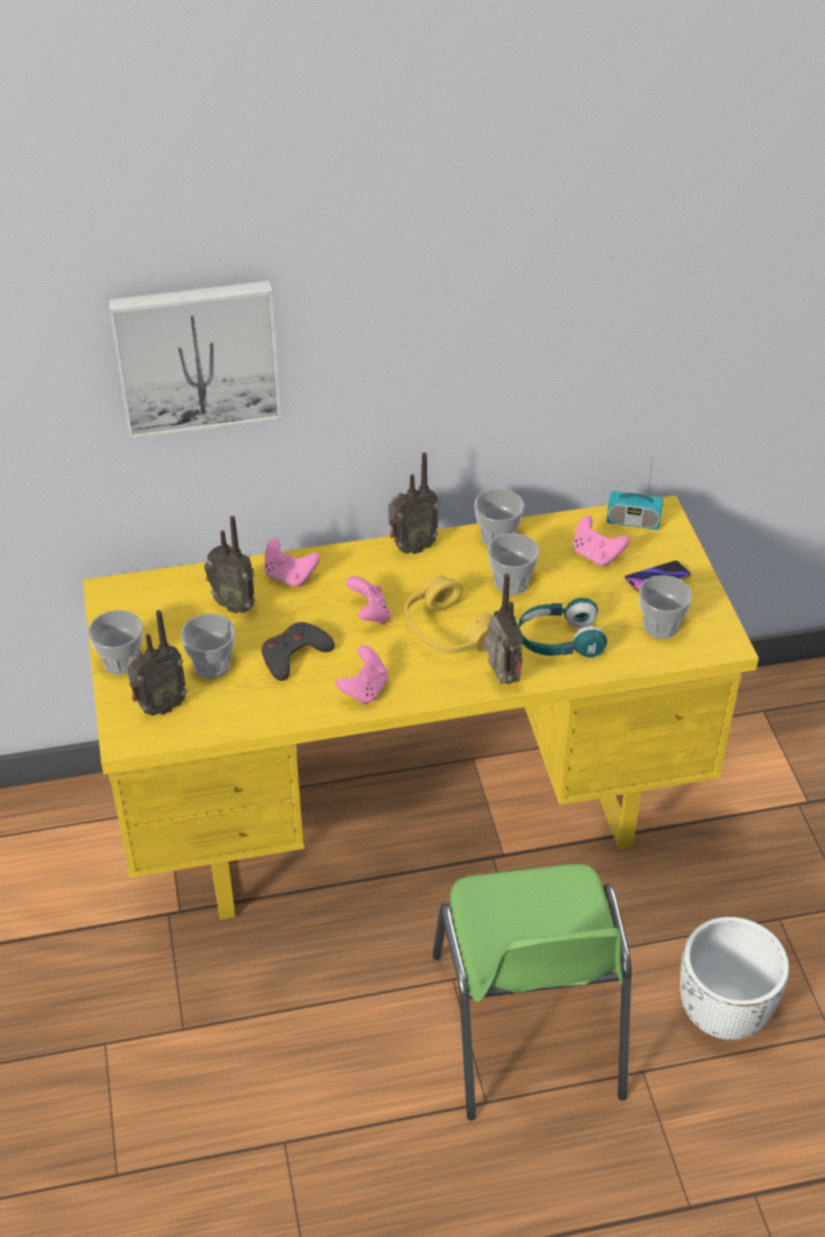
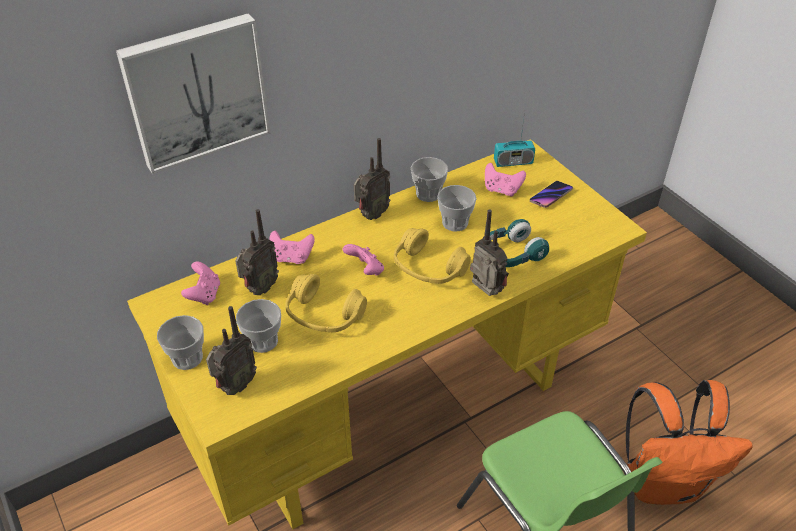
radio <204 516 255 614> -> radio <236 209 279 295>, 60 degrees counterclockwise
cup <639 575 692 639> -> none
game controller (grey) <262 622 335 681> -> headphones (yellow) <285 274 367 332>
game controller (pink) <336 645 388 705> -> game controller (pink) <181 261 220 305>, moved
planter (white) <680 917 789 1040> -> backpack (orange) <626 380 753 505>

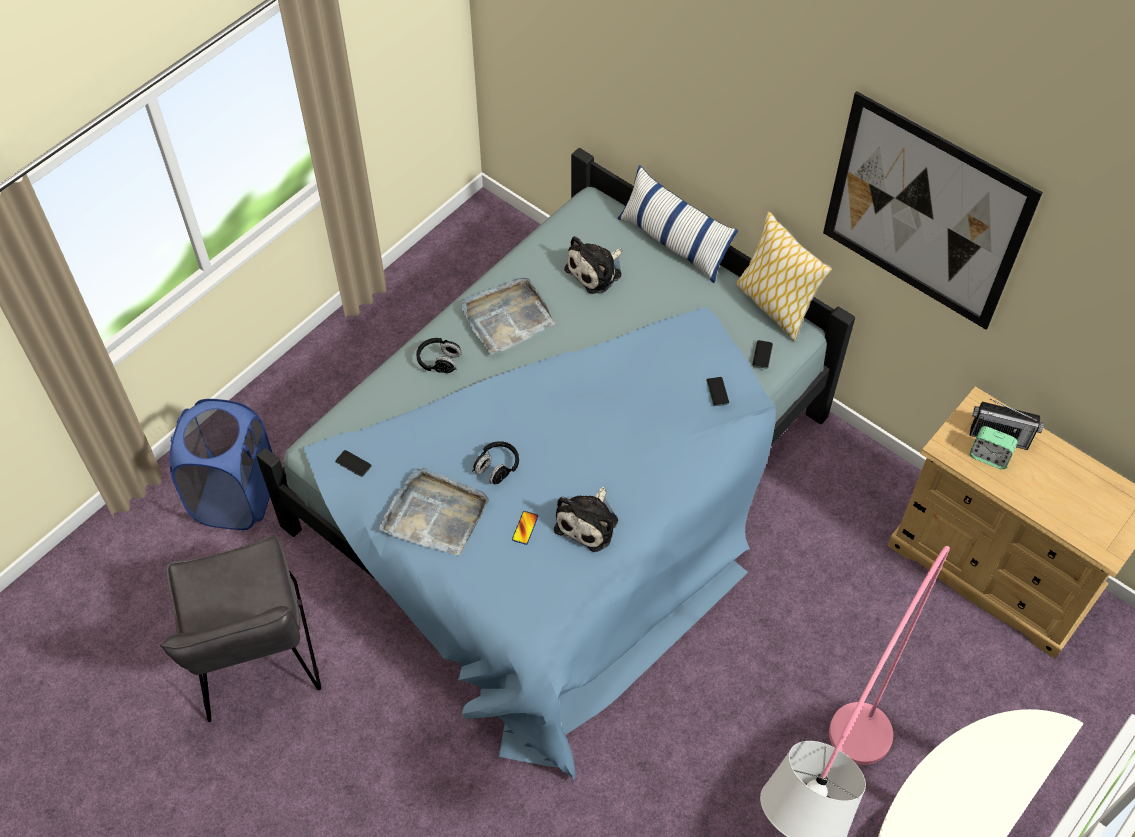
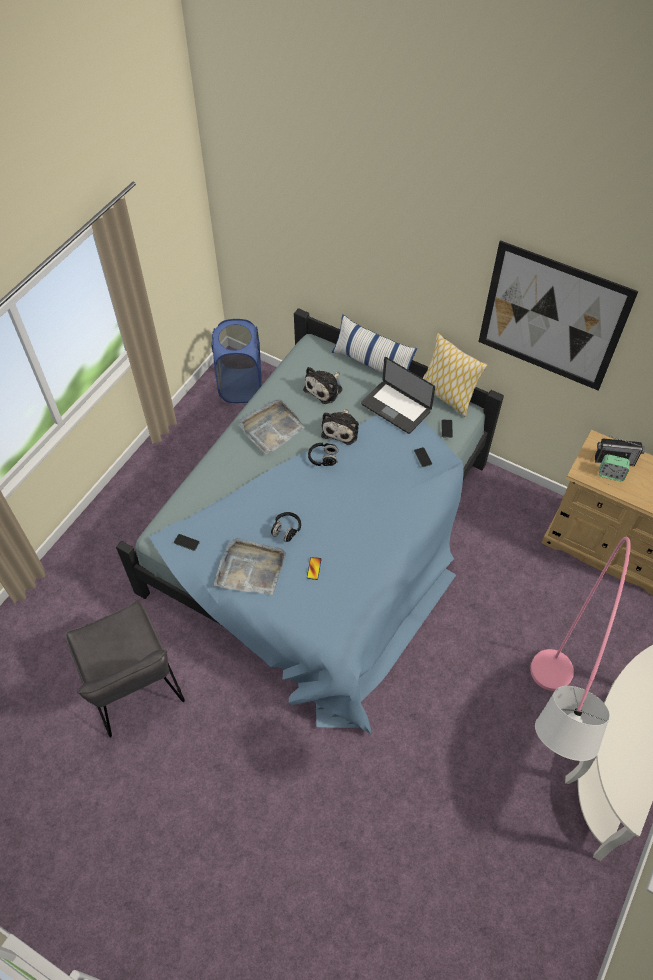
headphones (black) <416 338 462 373> -> headphones (black) <308 442 339 466>, moved
laundry basket (blue) <169 399 272 530> -> laundry basket (blue) <211 319 261 403>, moved
plush toy <554 487 618 552> -> plush toy <321 408 359 445>, moved
none -> laptop <361 357 435 434>

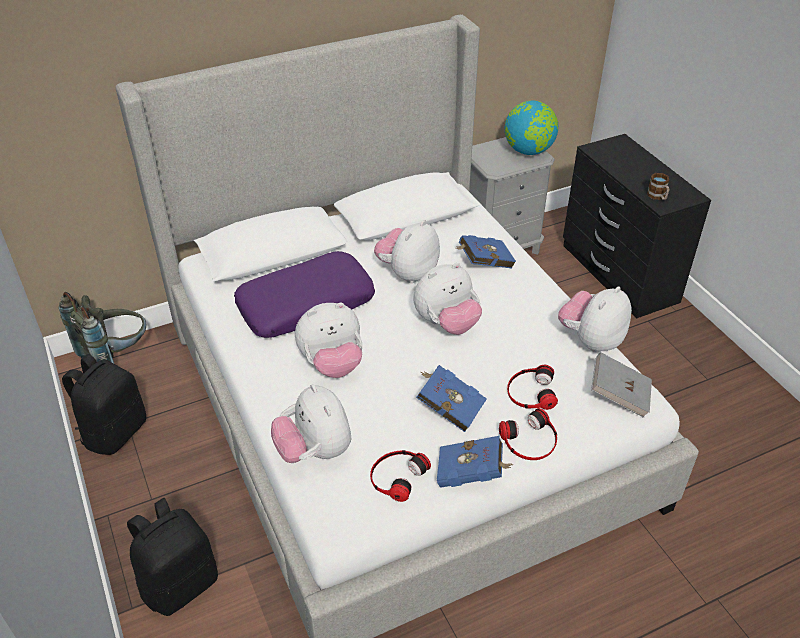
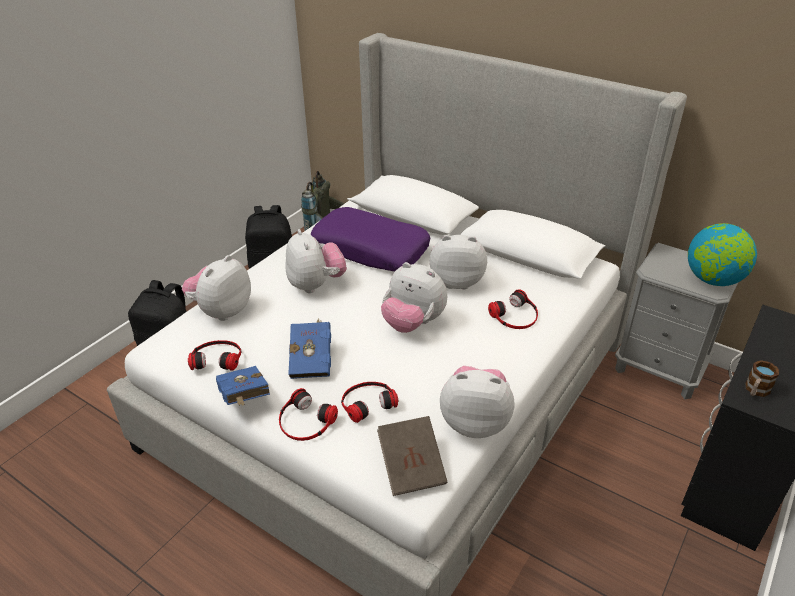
book (blue) <457 235 516 268> -> headphones <488 289 538 329>
plush toy <295 303 362 378> -> plush toy <286 229 347 293>, 150 degrees counterclockwise
book (grey) <591 352 652 418> -> book (brown) <377 416 448 496>

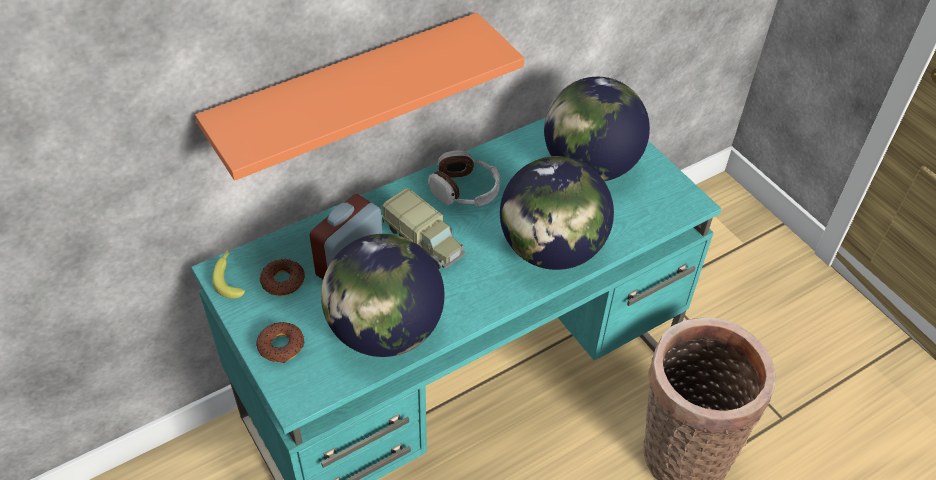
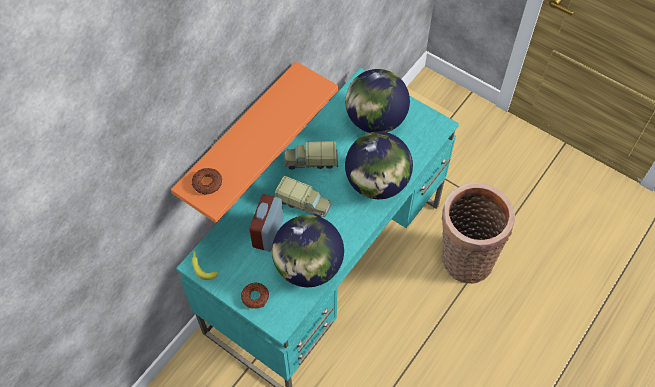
headphones <428 150 500 206> -> toy truck <284 141 338 170>
donut <260 259 305 296> -> donut <192 168 222 195>, moved

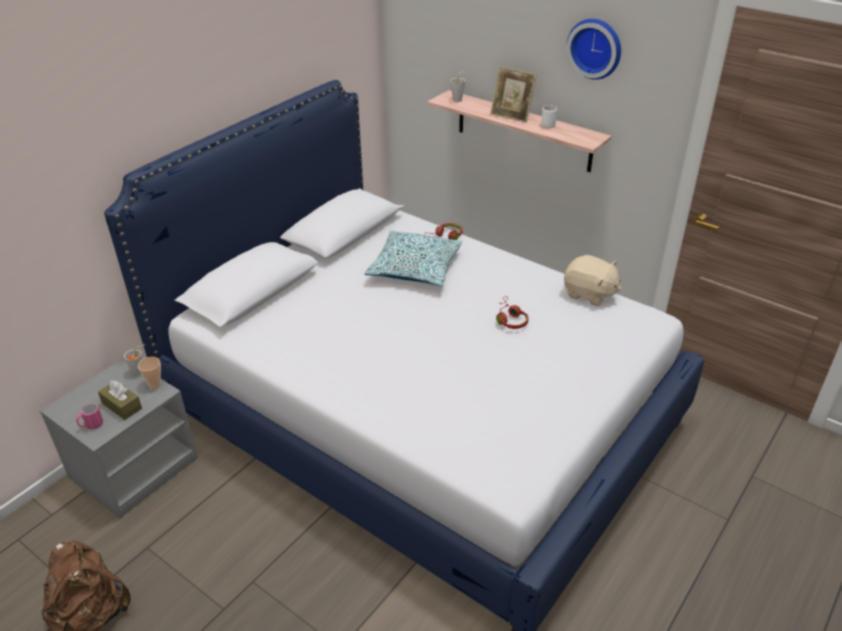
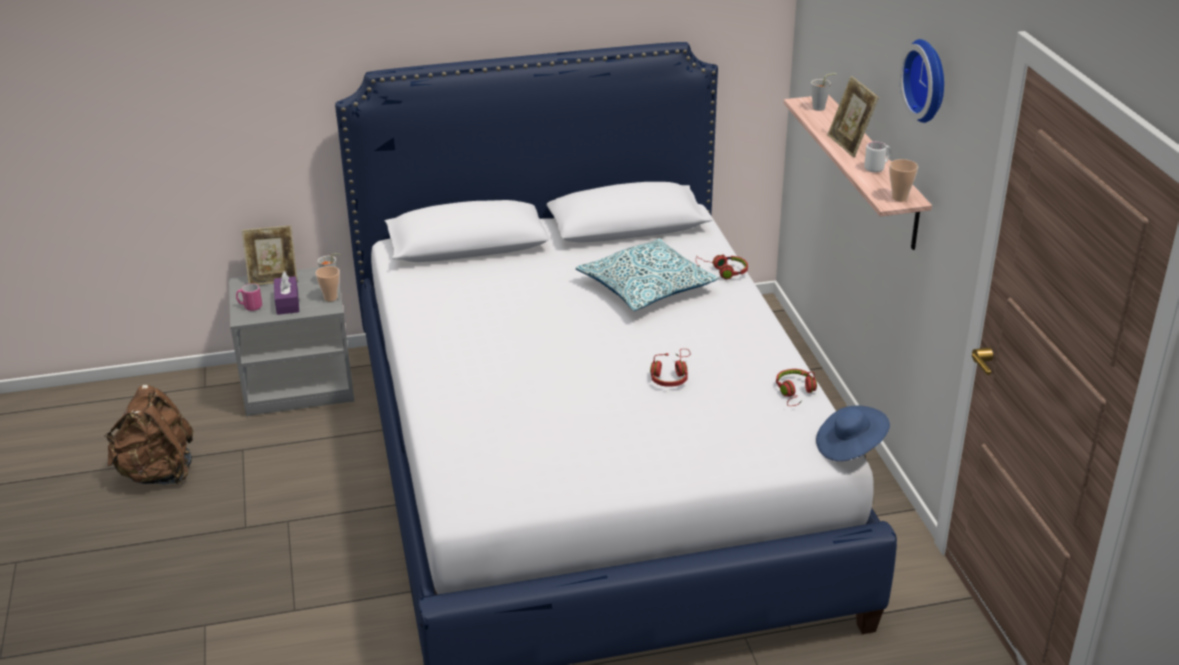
plush toy (beige) <564 255 622 306> -> headphones (red) <776 369 817 406>
tissue box (brown) <98 380 142 420> -> tissue box (purple) <274 271 299 315>
none -> cup <889 159 918 202>
none -> picture frame <242 226 298 285>
none -> hat (blue) <816 406 890 461>

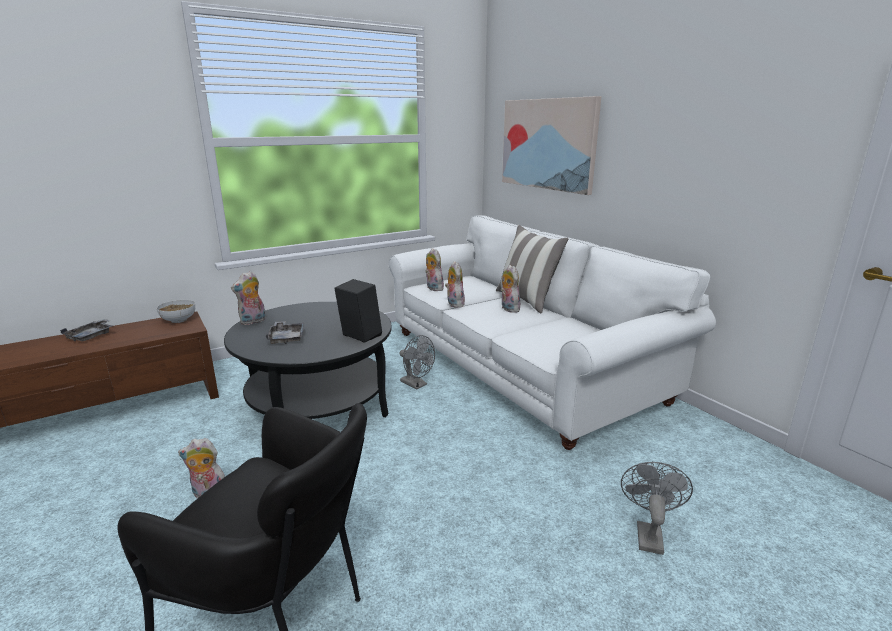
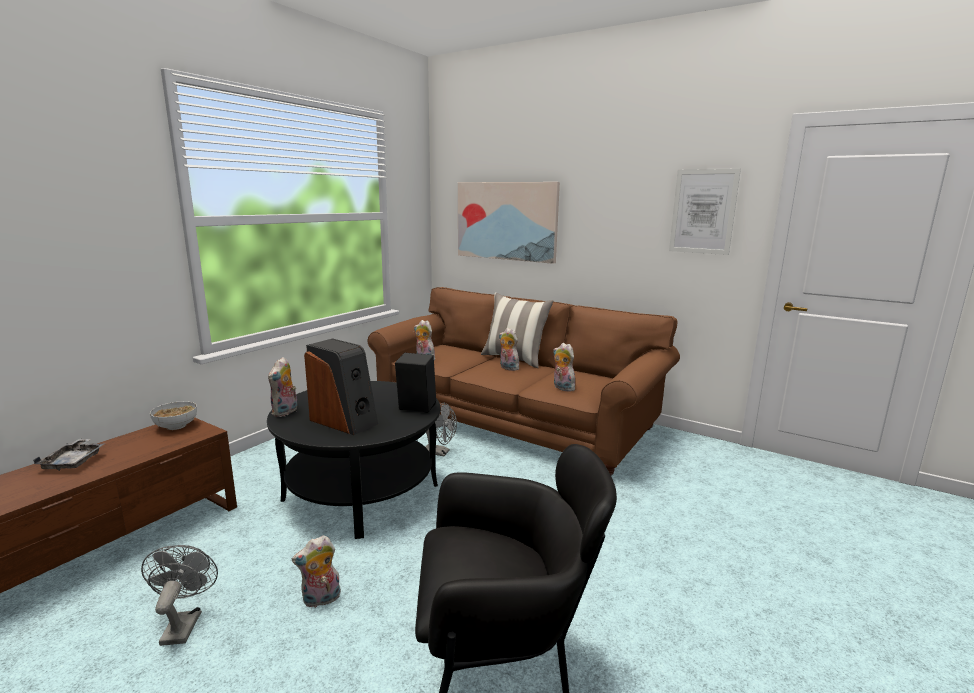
sofa (white) <389 215 716 450> -> sofa (brown) <368 287 680 475>
plush toy <445 261 465 308> -> plush toy <553 343 575 392>, moved
tray (grey) <266 321 304 344> -> speaker <304 338 378 435>
fan (grey) <621 462 693 555> -> fan (grey) <141 545 218 646>, moved
none -> picture <669 169 741 255>

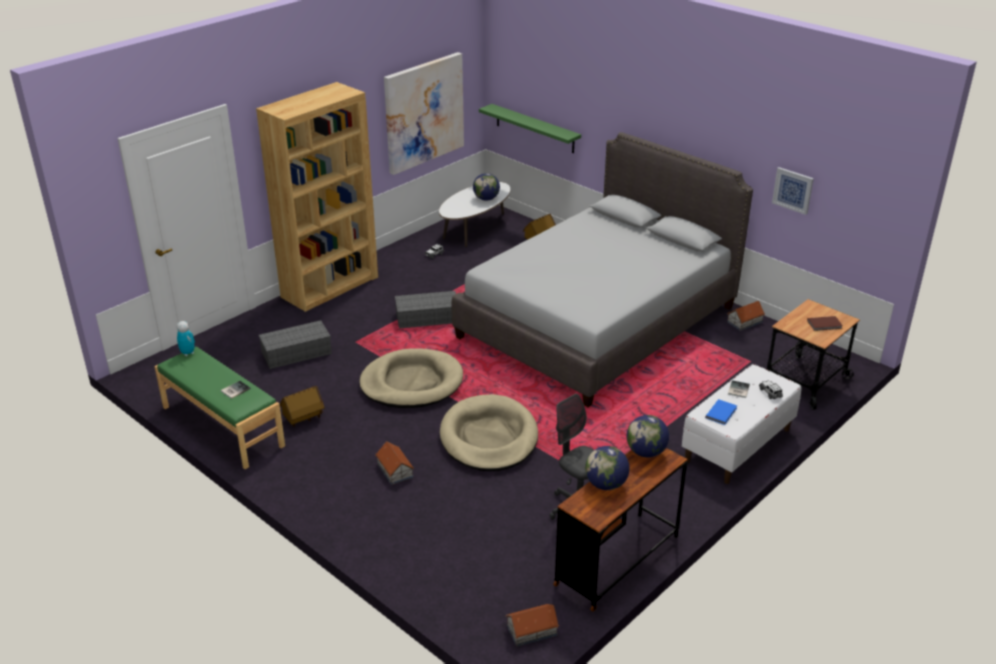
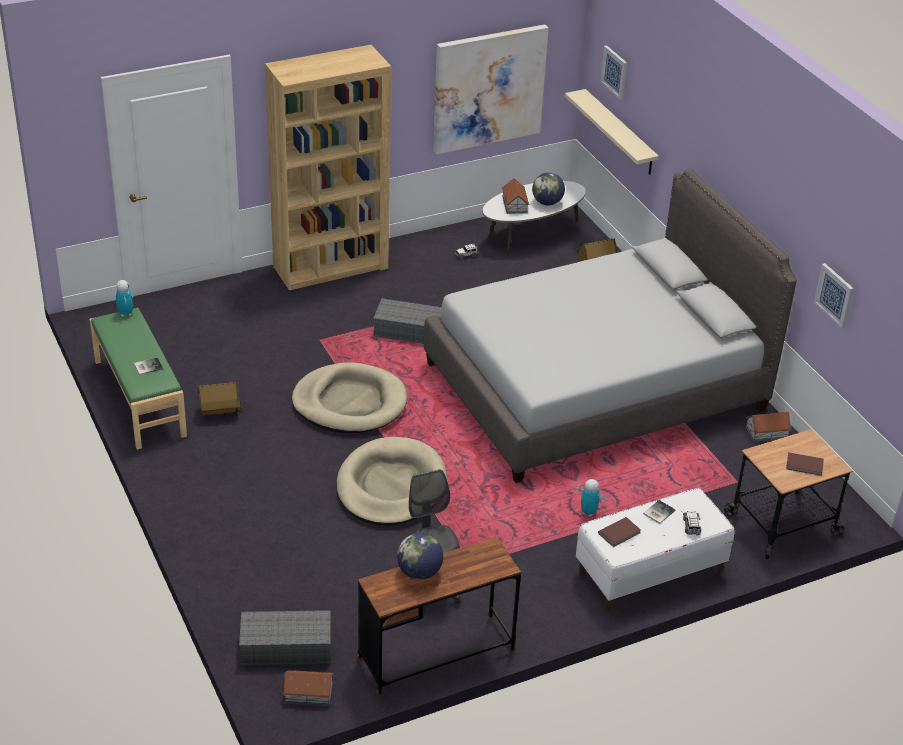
shelf (green) <479 104 581 153> -> shelf (beige) <565 89 659 175>
storage box (grey) <259 320 332 369> -> storage box (grey) <239 610 331 666>, moved
book (blue) <705 399 737 425> -> book (brown) <598 517 641 547>
globe <627 415 669 458> -> none
toy house <375 441 414 485> -> toy house <502 178 529 214>, moved
none -> picture <600 45 627 100>
none -> toy robot <574 479 608 516>

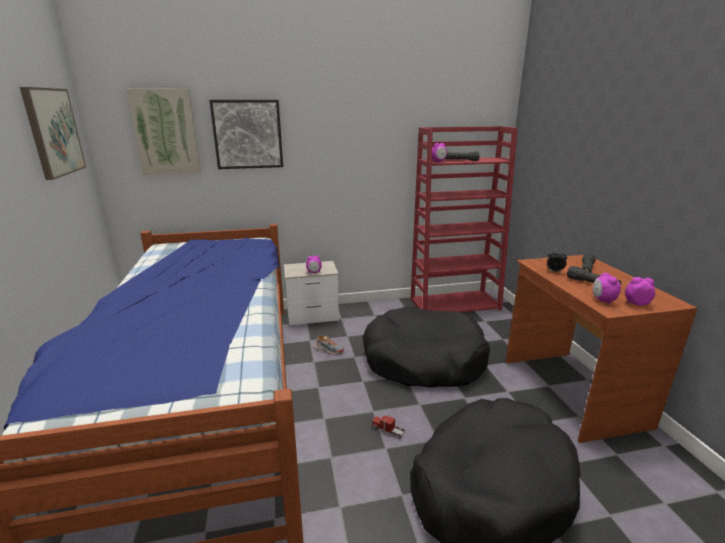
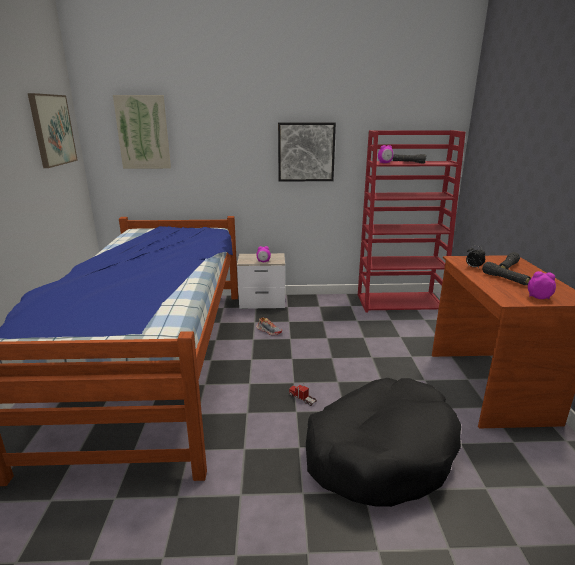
picture <209 100 283 169> -> picture <278 122 336 182>, moved
alarm clock <593 273 621 304> -> none
dog bed (black) <363 307 490 387> -> none

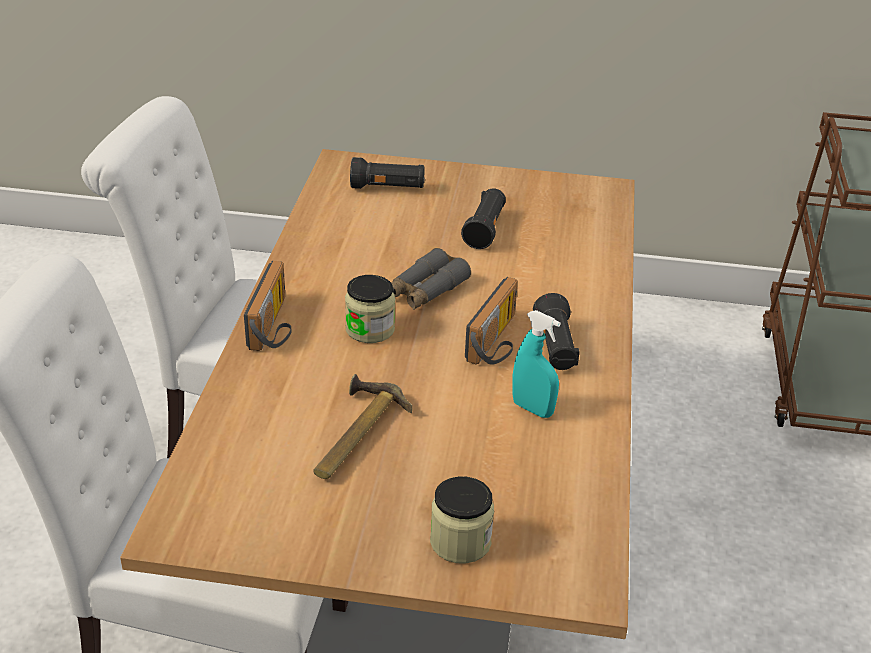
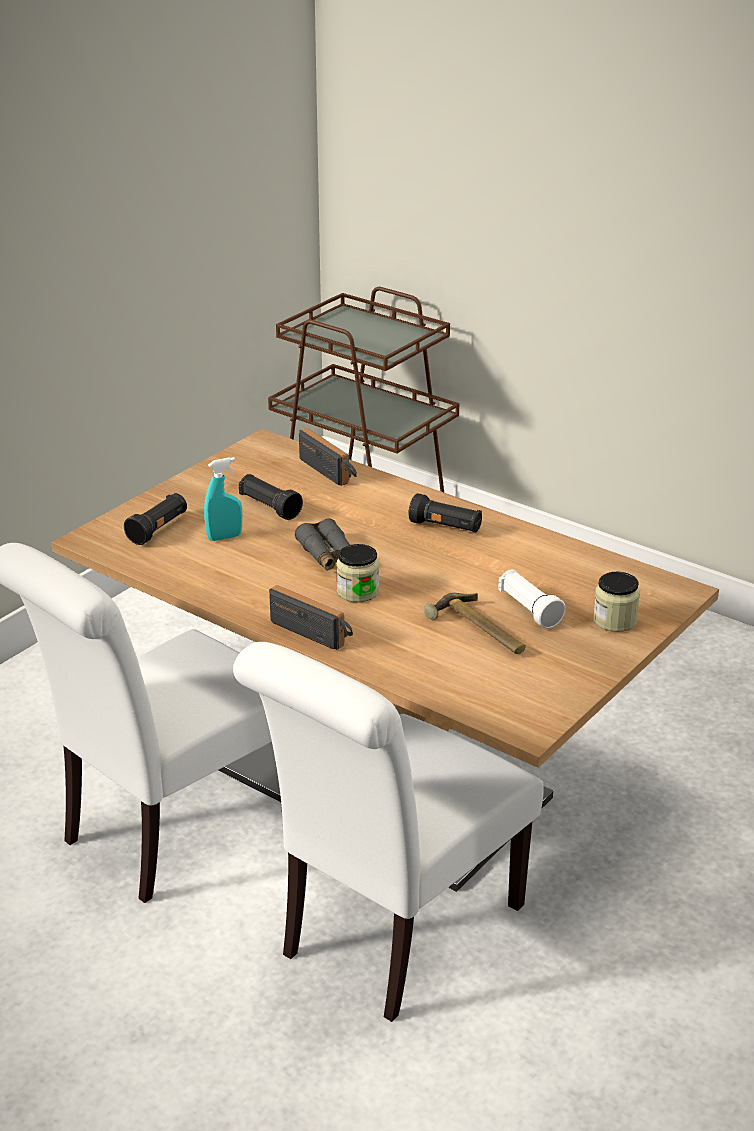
radio <465 277 518 365> -> radio <299 428 357 486>, moved
spray bottle (turquoise) <512 310 561 418> -> spray bottle (turquoise) <204 457 242 541>, moved
none -> flashlight (white) <498 569 565 628>

